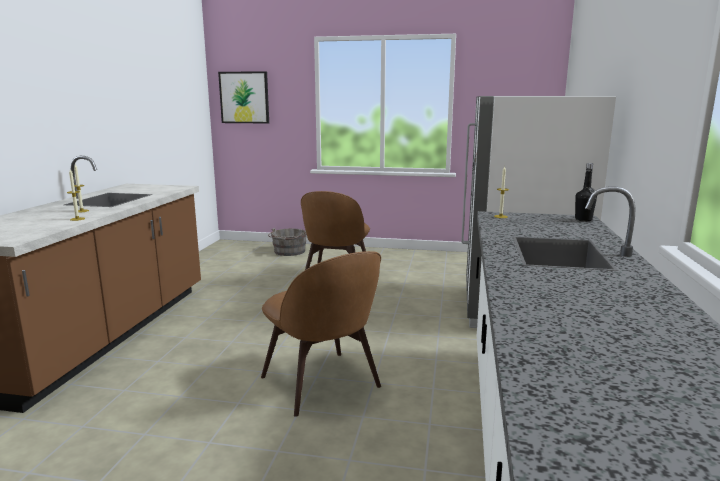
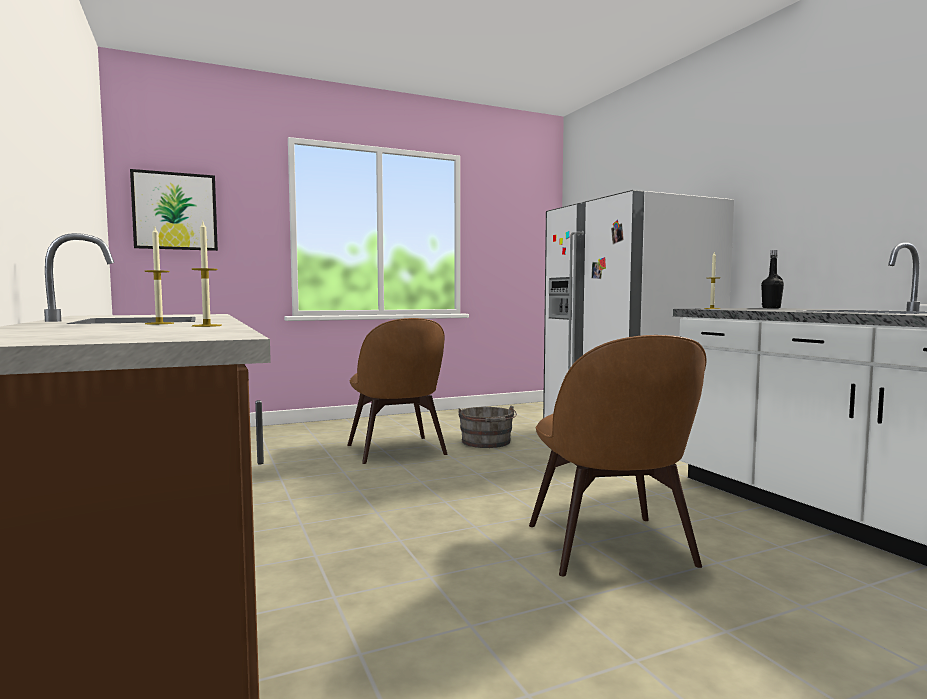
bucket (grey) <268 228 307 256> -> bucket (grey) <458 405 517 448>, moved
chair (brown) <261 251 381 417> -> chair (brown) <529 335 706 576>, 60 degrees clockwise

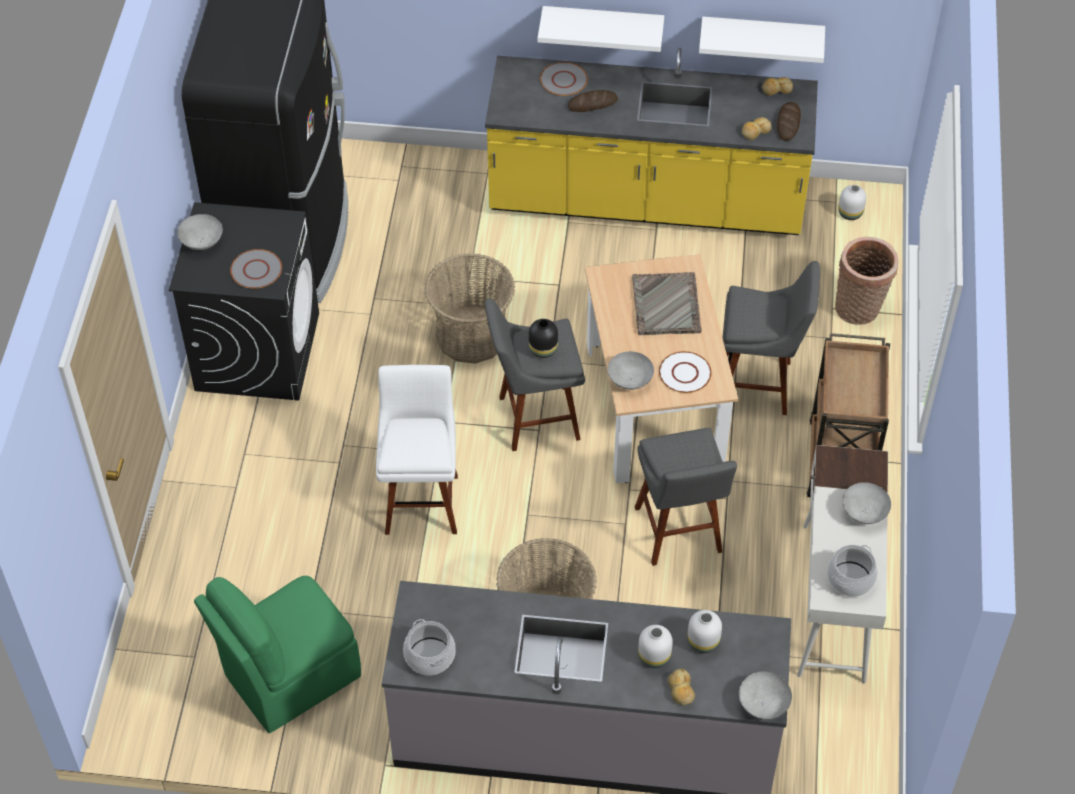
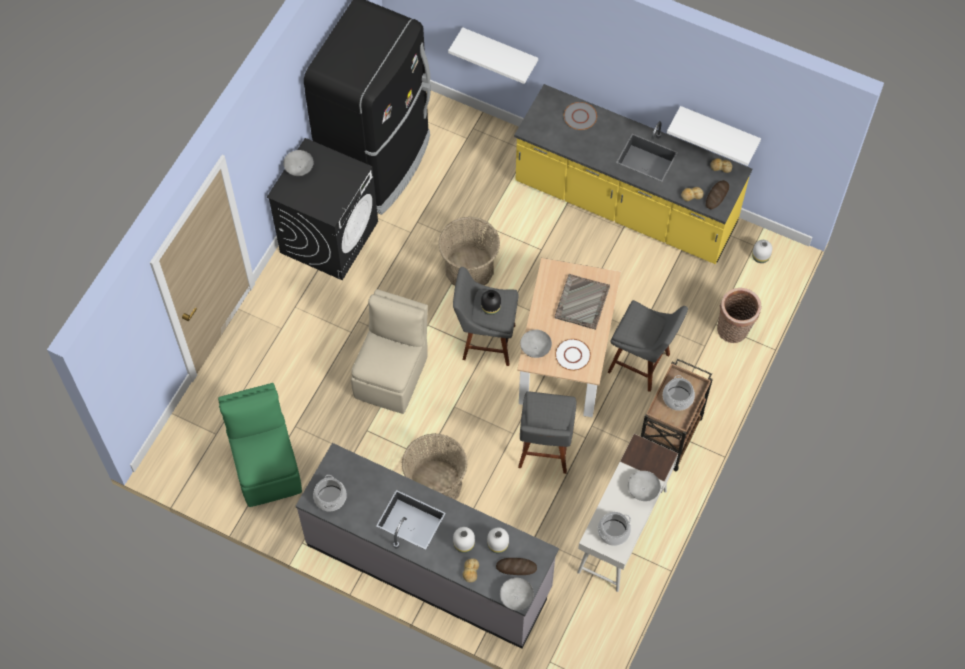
shelf (white) <538 6 664 52> -> shelf (white) <448 27 538 84>, moved
bread <568 90 618 112> -> bread <496 558 537 575>, moved
plate (grey) <230 249 282 289> -> none
stool (white) <376 365 458 535> -> chair (beige) <351 289 428 414>
chair (green) <194 576 361 733> -> chair (green) <218 383 302 507>, 90 degrees clockwise
none -> cooking pot <663 375 695 411>

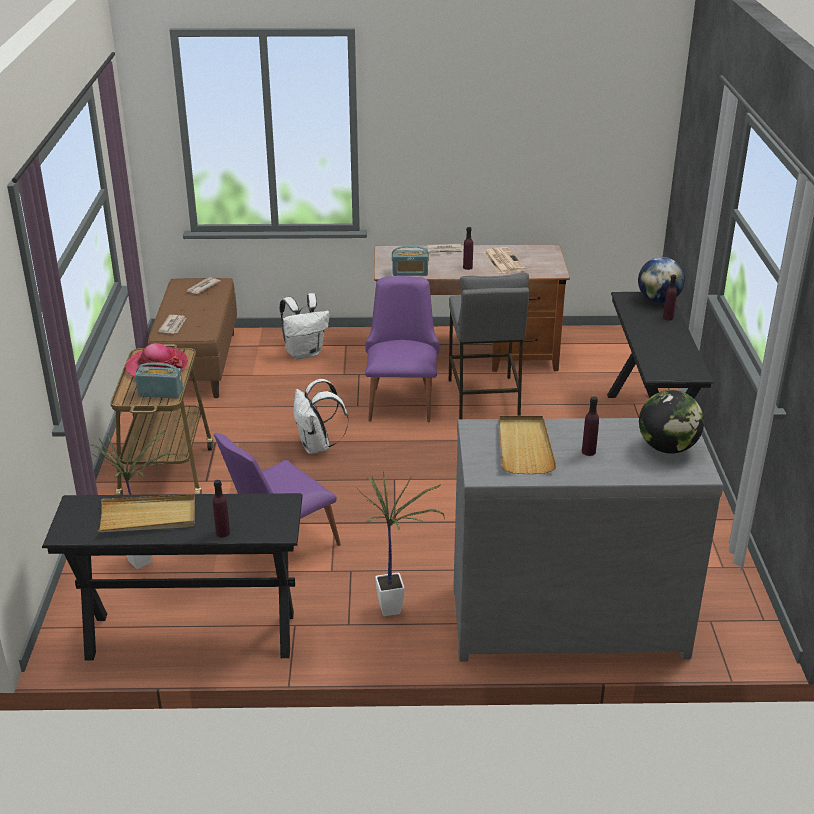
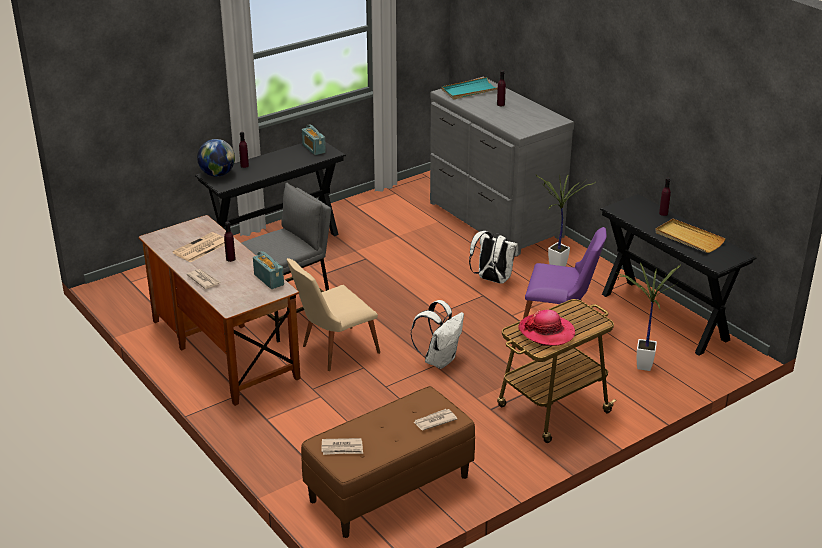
chair (purple) <365 276 439 422> -> chair (beige) <286 258 380 371>
backpack (white) <280 293 330 359> -> backpack (white) <469 231 518 284>, moved
radio <135 363 183 398> -> radio <302 124 326 155>, moved
globe <639 390 704 453> -> tray (turquoise) <441 77 498 99>
tray (beige) <499 416 557 474> -> none

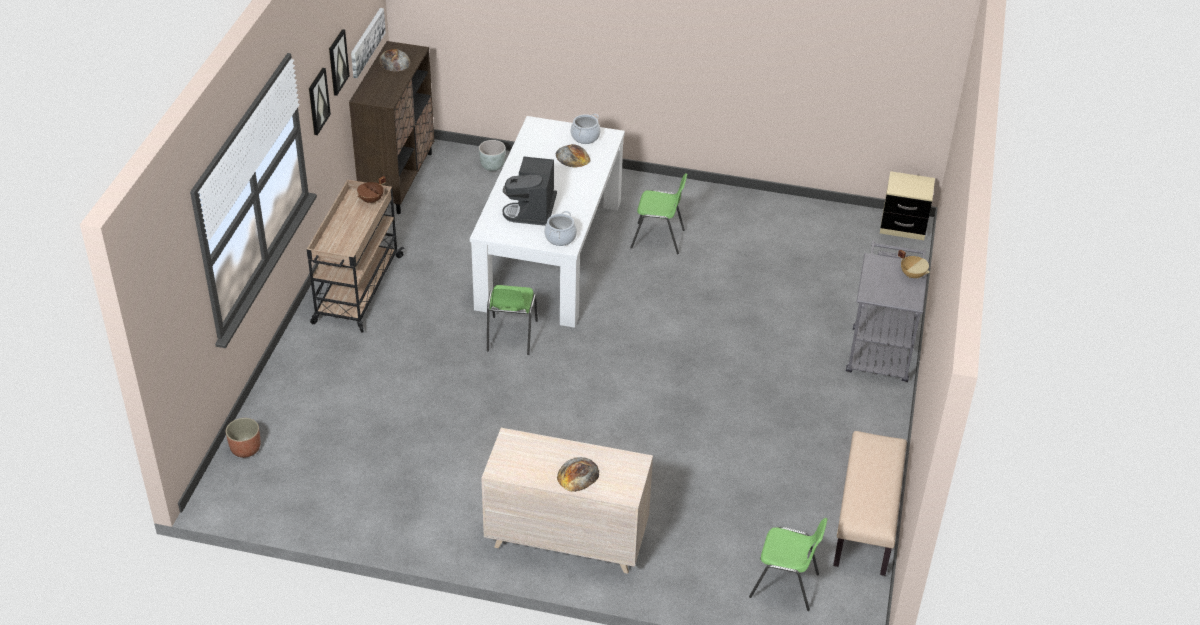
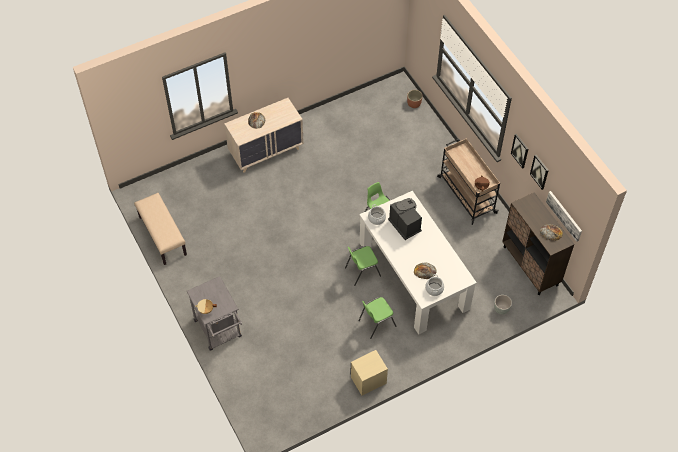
nightstand (beige) <880 171 935 240> -> nightstand (beige) <350 350 388 395>, moved
chair (green) <749 518 828 611> -> chair (green) <345 246 381 286>, moved

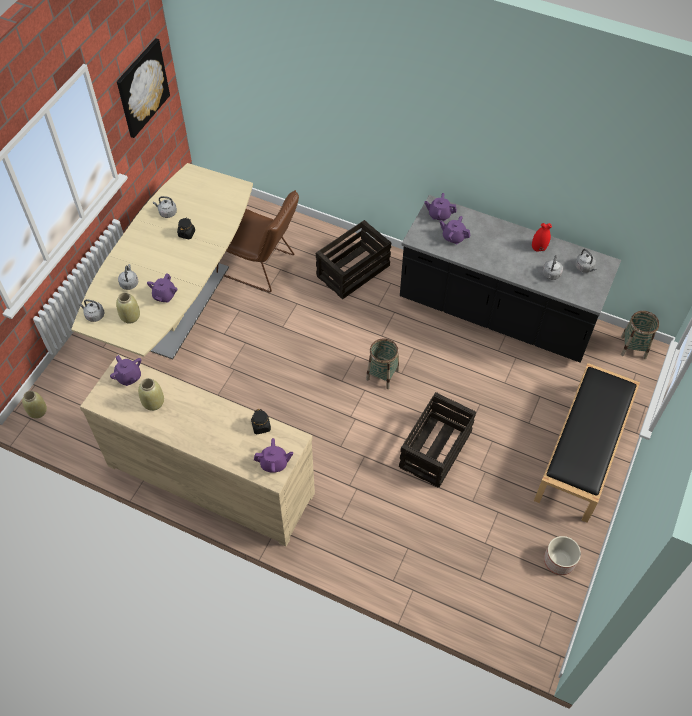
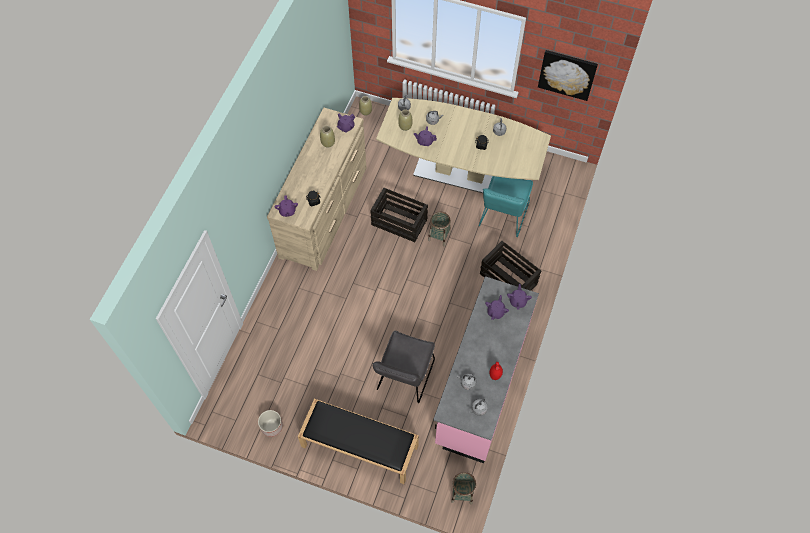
chair (brown) <216 190 299 292> -> chair (turquoise) <479 176 533 237>
counter (black) <400 195 621 363> -> counter (pink) <433 276 539 463>
basket <366 338 399 389> -> basket <428 212 451 246>, moved
crate <399 392 476 487> -> crate <370 188 428 242>, moved
none -> chair (grey) <372 331 435 403>

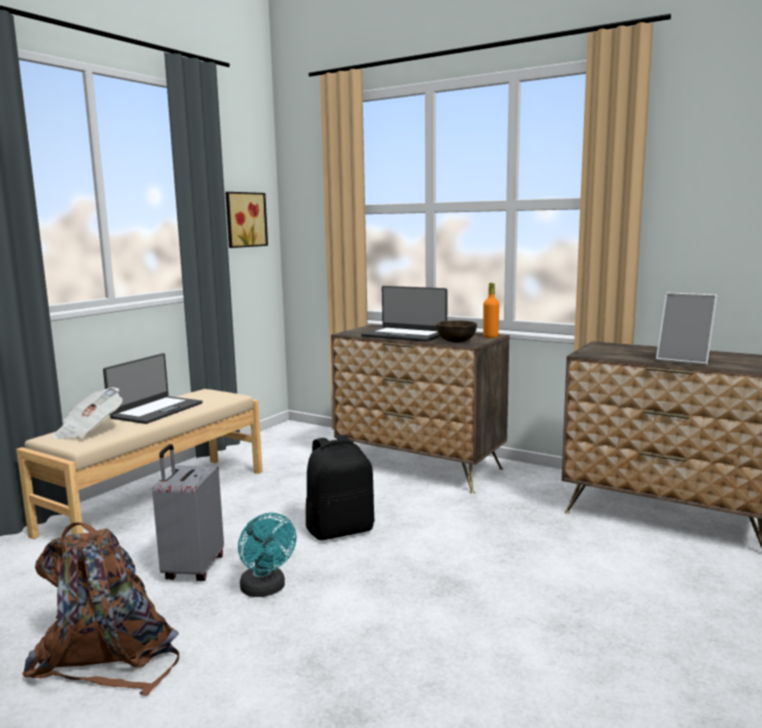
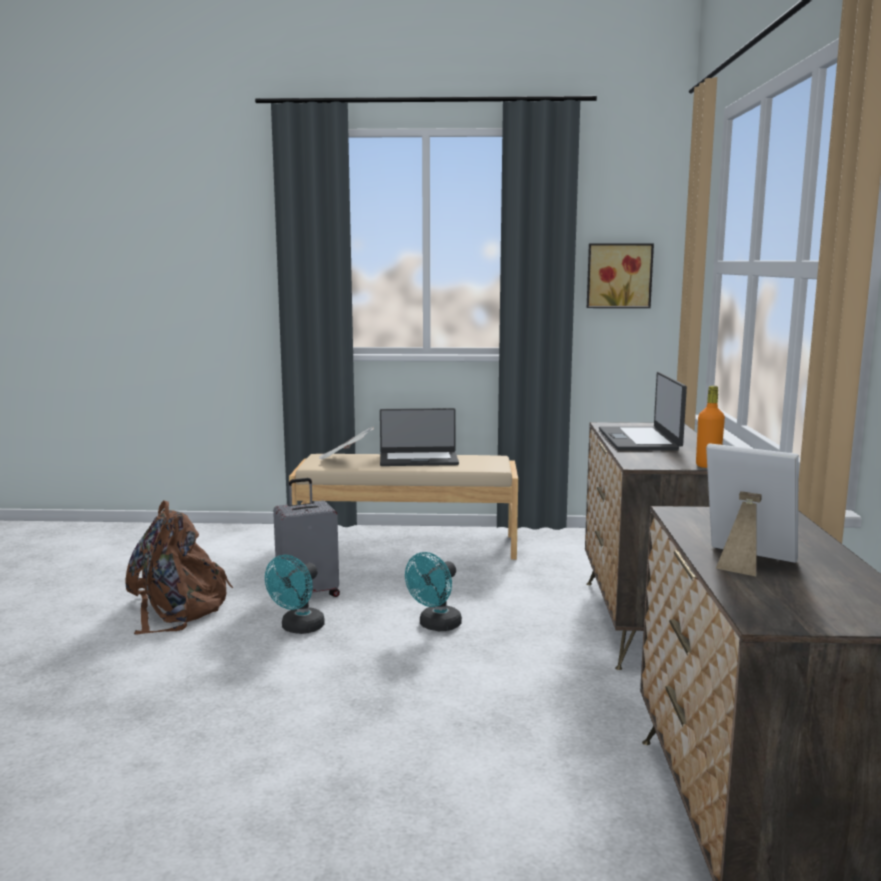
picture frame <656 292 717 365> -> picture frame <706 443 799 577>, 120 degrees clockwise
bowl (brown) <436 320 477 343> -> none
backpack (black) <306 435 375 540> -> fan (turquoise) <405 552 462 631>

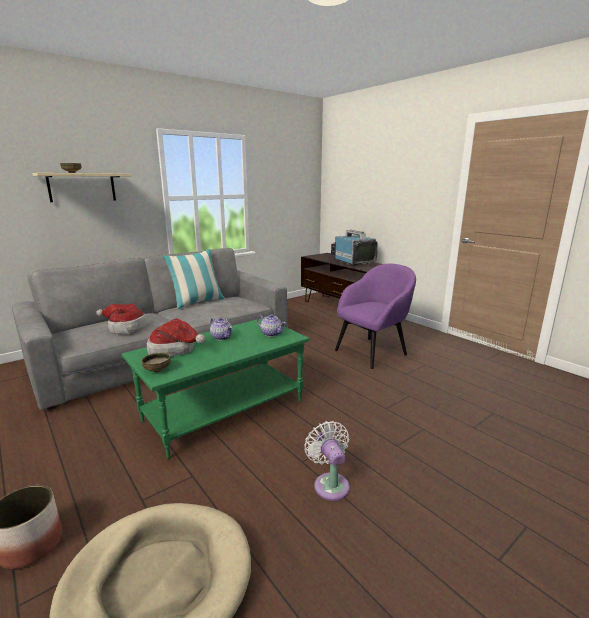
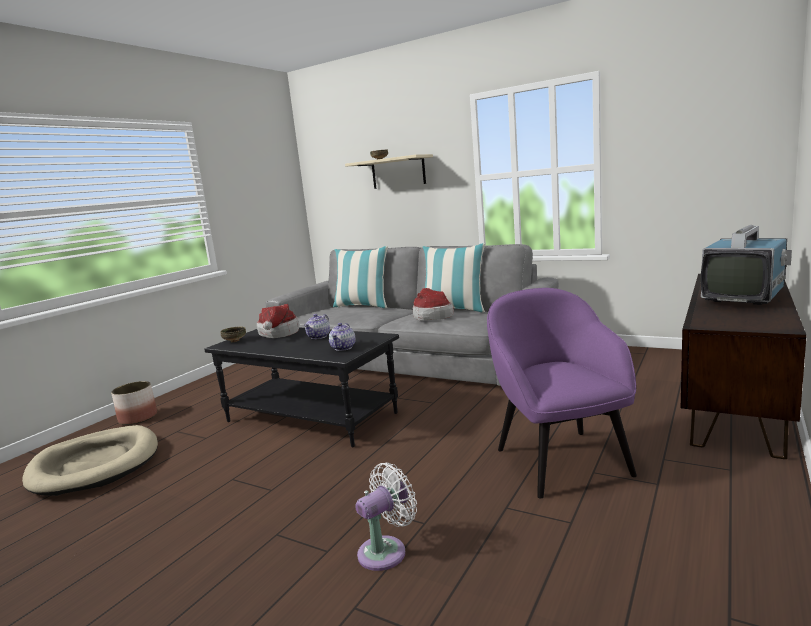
armchair (purple) <335 263 416 369> -> armchair (purple) <487 288 637 499>, 135 degrees counterclockwise
hat <96 304 147 334> -> hat <413 288 454 321>, moved
coffee table (green) <122 318 309 459> -> coffee table (black) <204 327 399 447>
fan (white) <304 421 350 501> -> fan (white) <355 462 417 571>, moved
none -> pillow <333 246 388 308>

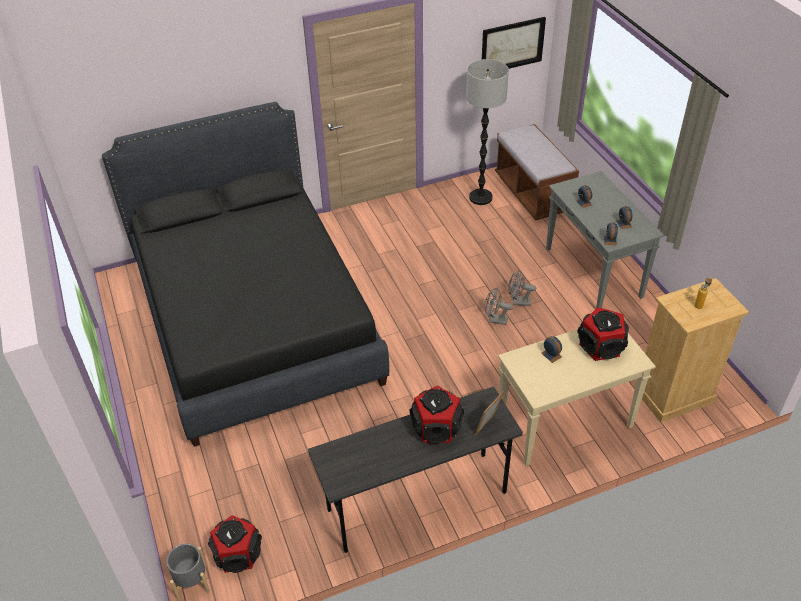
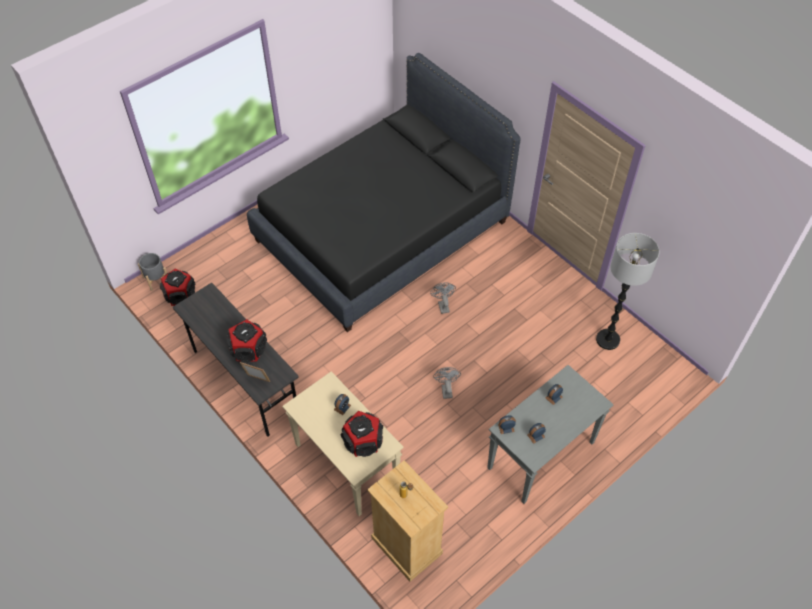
picture <482 17 546 69> -> none
bench (brown) <495 124 579 221> -> none
fan (grey) <508 270 536 306> -> fan (grey) <430 283 456 314>, moved

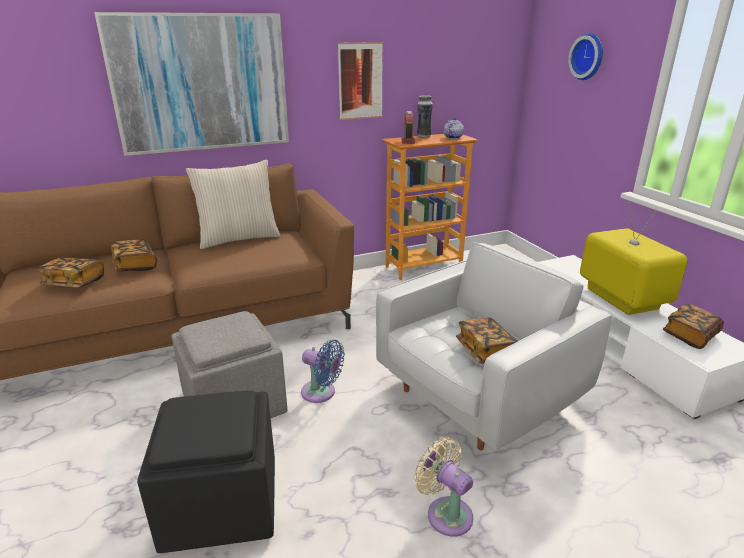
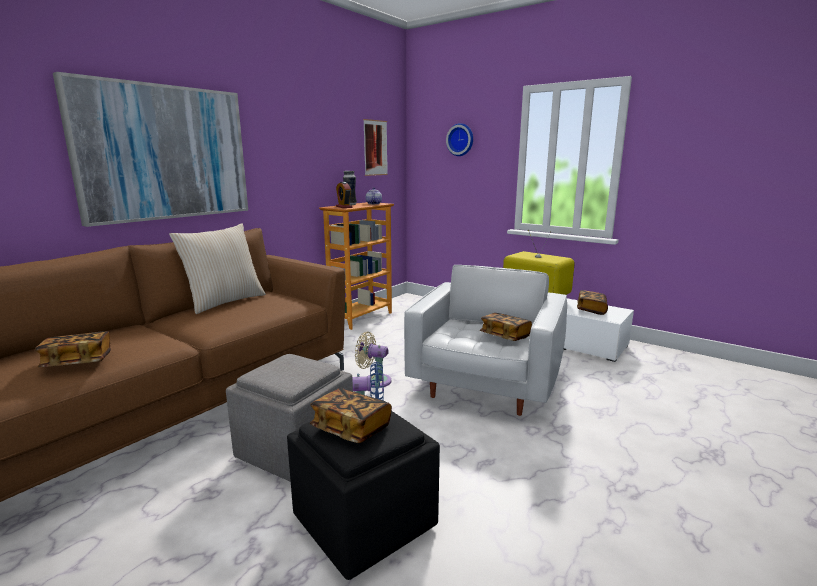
picture <338 42 383 120> -> picture <363 119 388 176>, moved
book <111 239 157 272> -> book <310 388 392 443>, moved
fan (beige) <414 437 473 537> -> fan (beige) <355 332 391 388>, moved

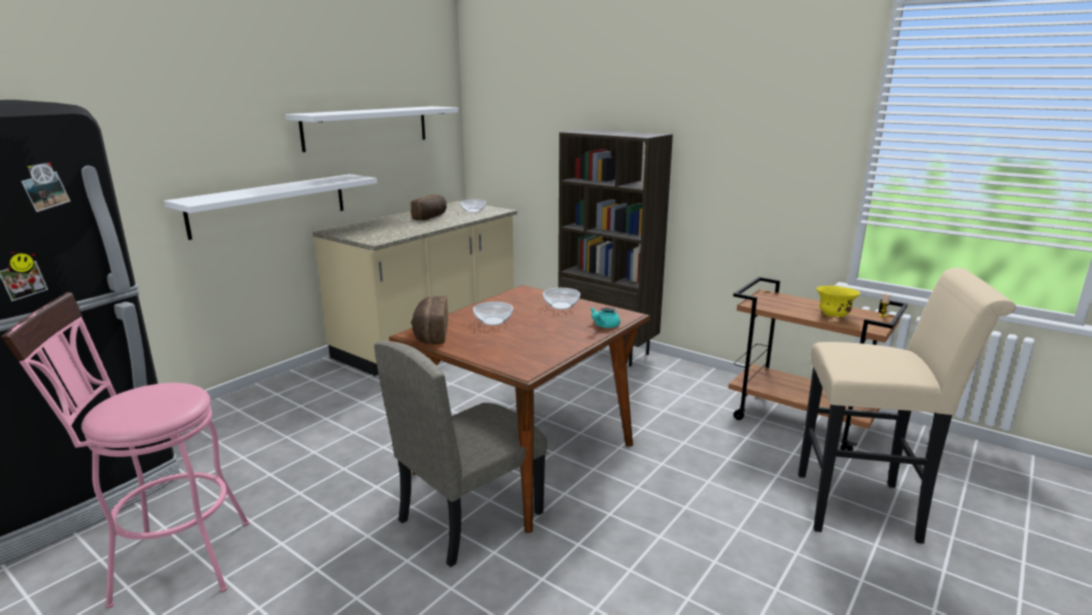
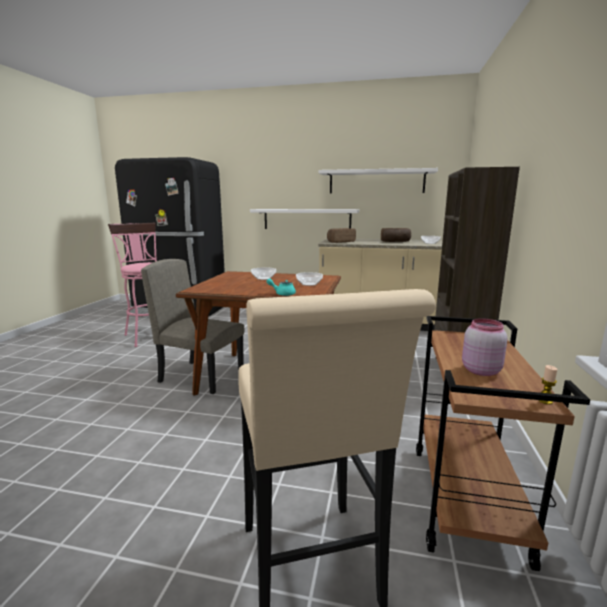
bowl (yellow) <816 286 860 317> -> jar (pink) <462 318 508 376>
bread <411 296 448 344> -> bread <327 228 356 243>, moved

